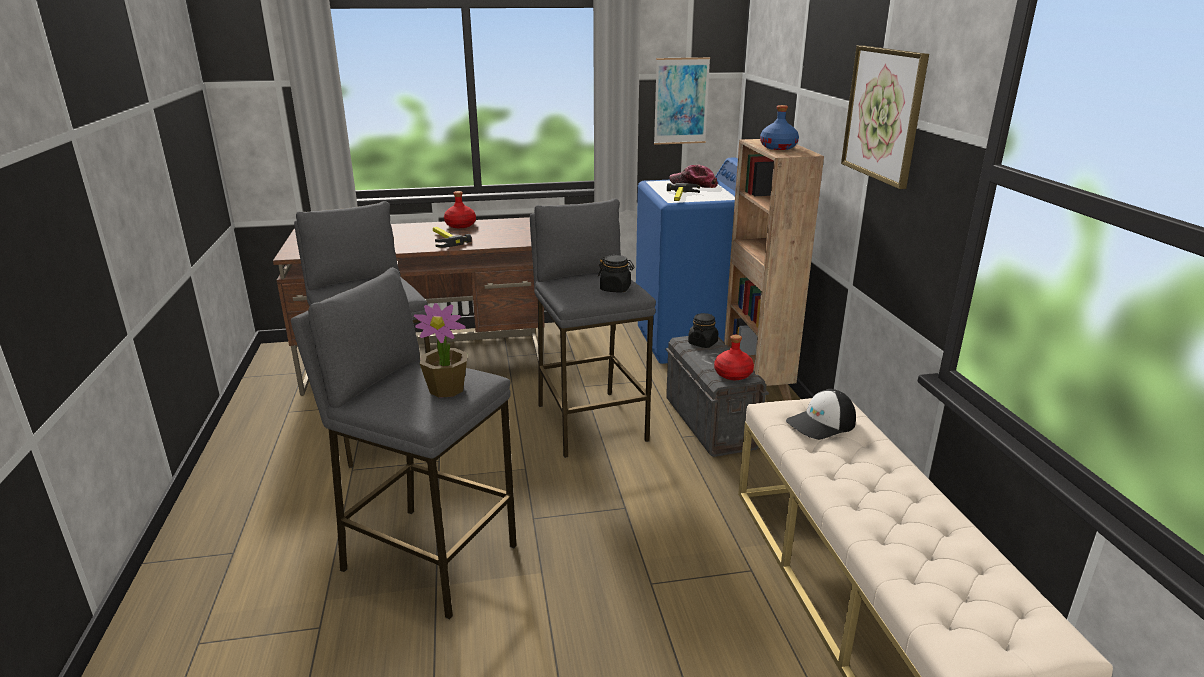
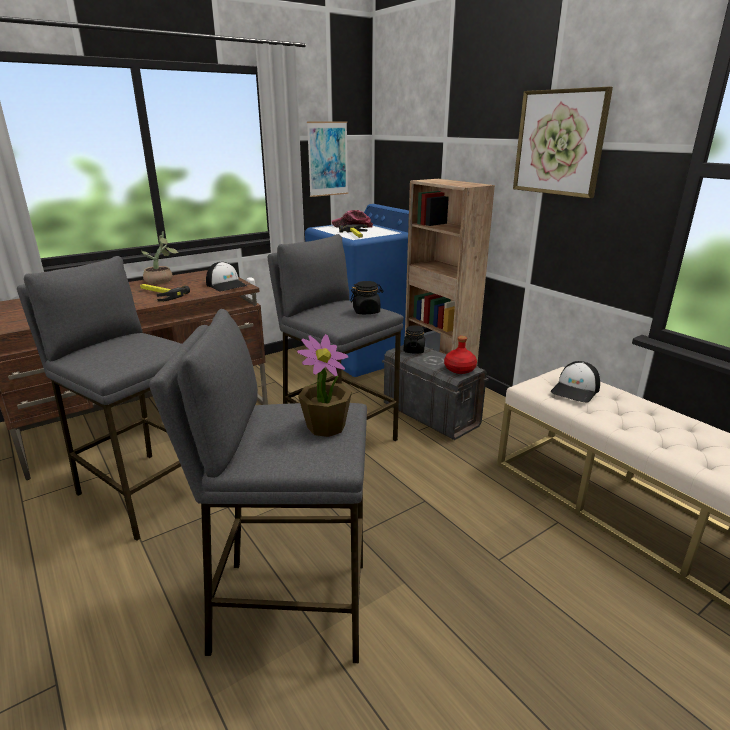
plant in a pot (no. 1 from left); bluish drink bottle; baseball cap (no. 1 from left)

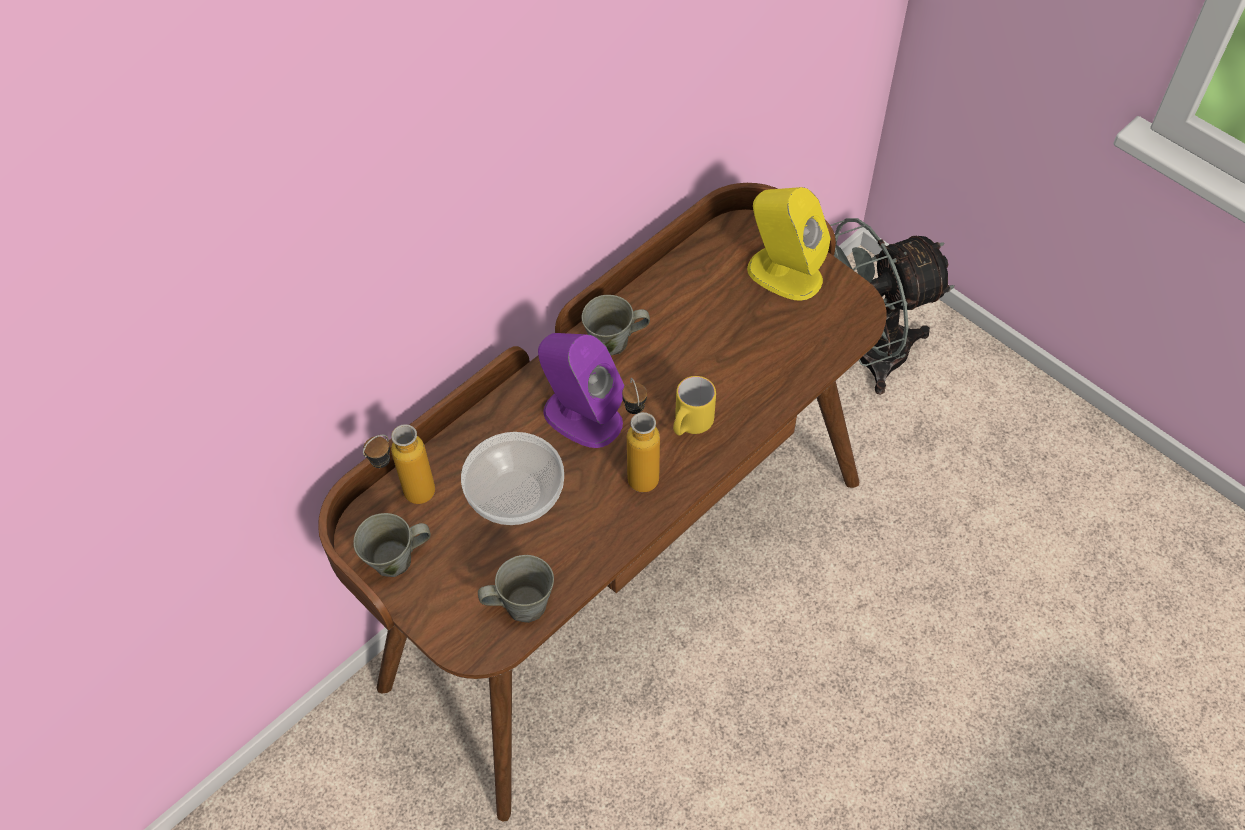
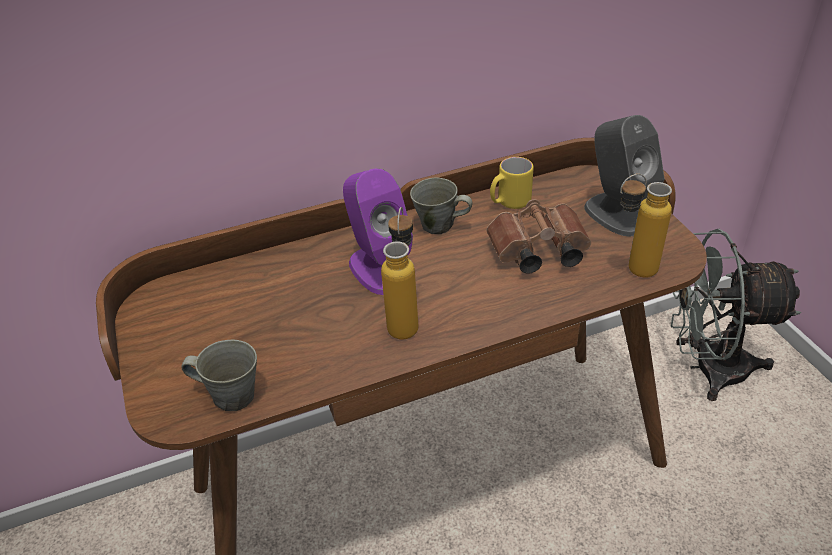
greyish coffee mug (no. 1 from left in the first image); drink bottle (no. 2 from left); serving bowl; yellowish coffee mug; greyish speaker; brownish field glasses

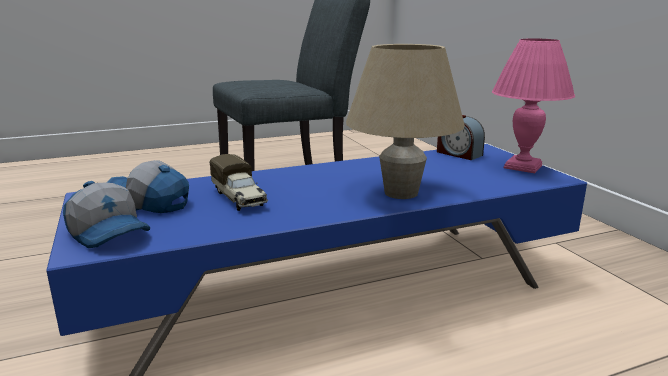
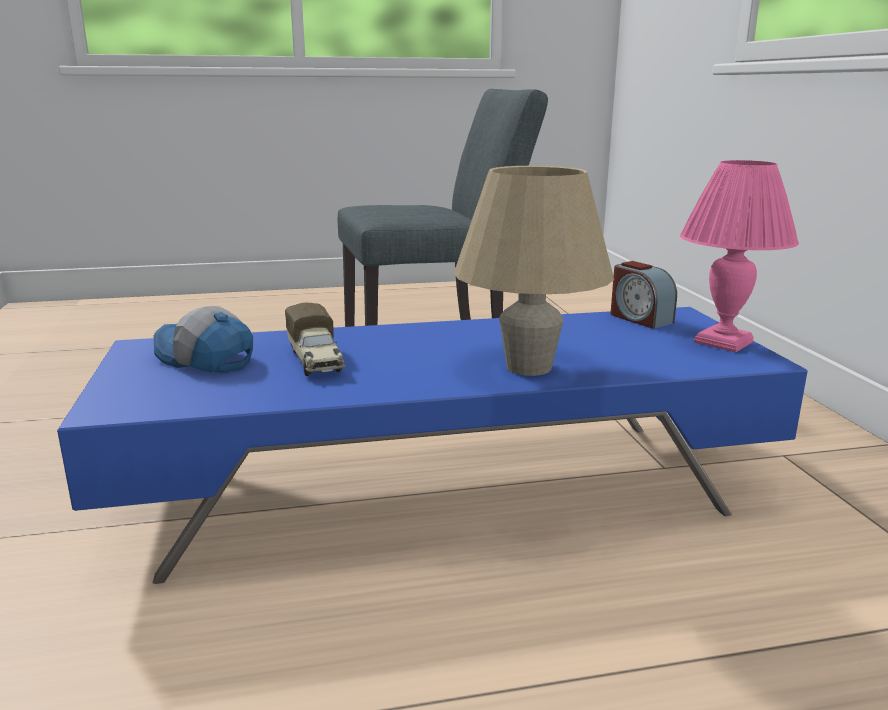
baseball cap (no. 1 from left in the first image)

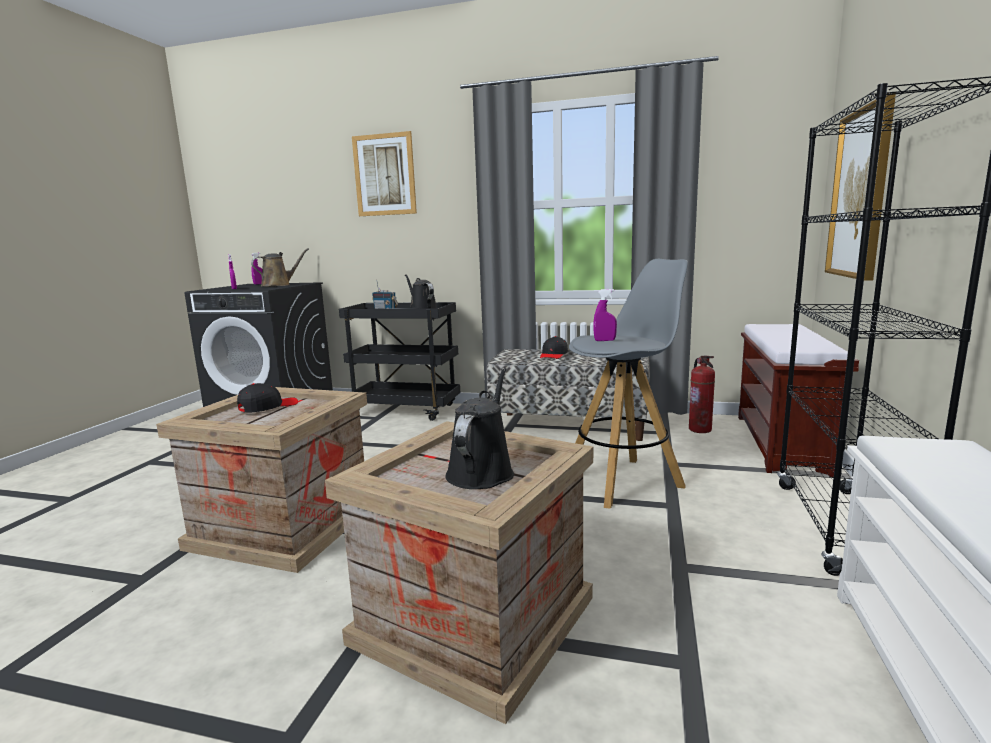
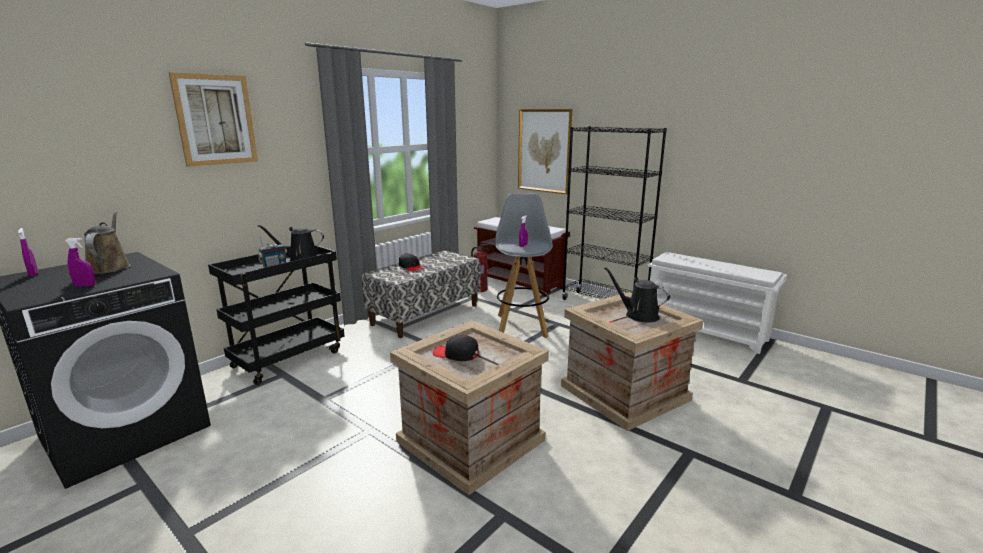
black baseball cap (no. 2 from left)

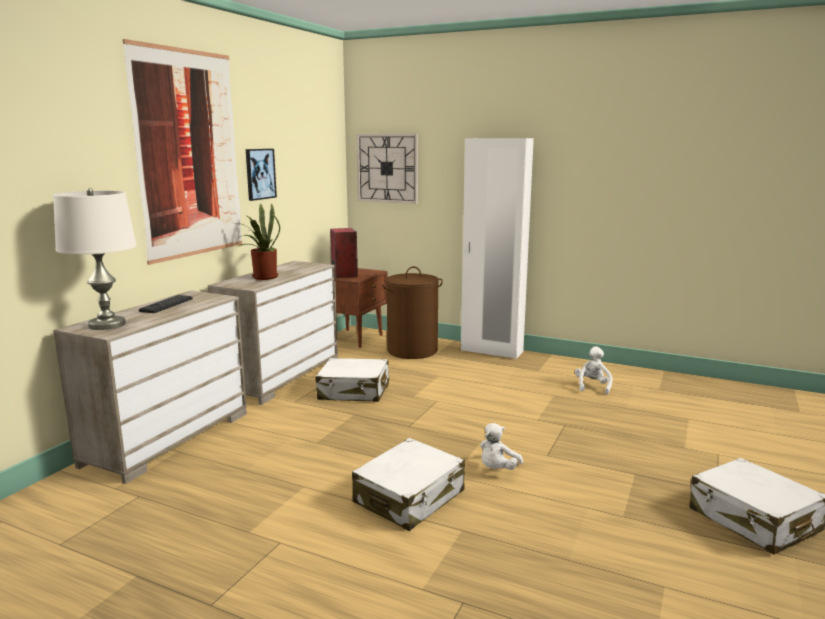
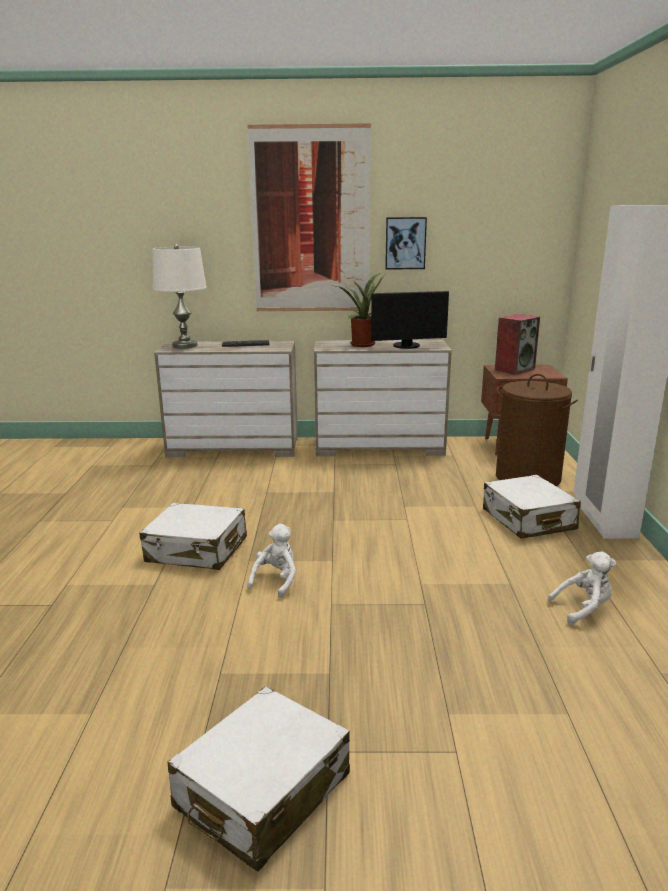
white travel case (no. 3 from left); hanging clock; white soft toy (no. 1 from left); computer display

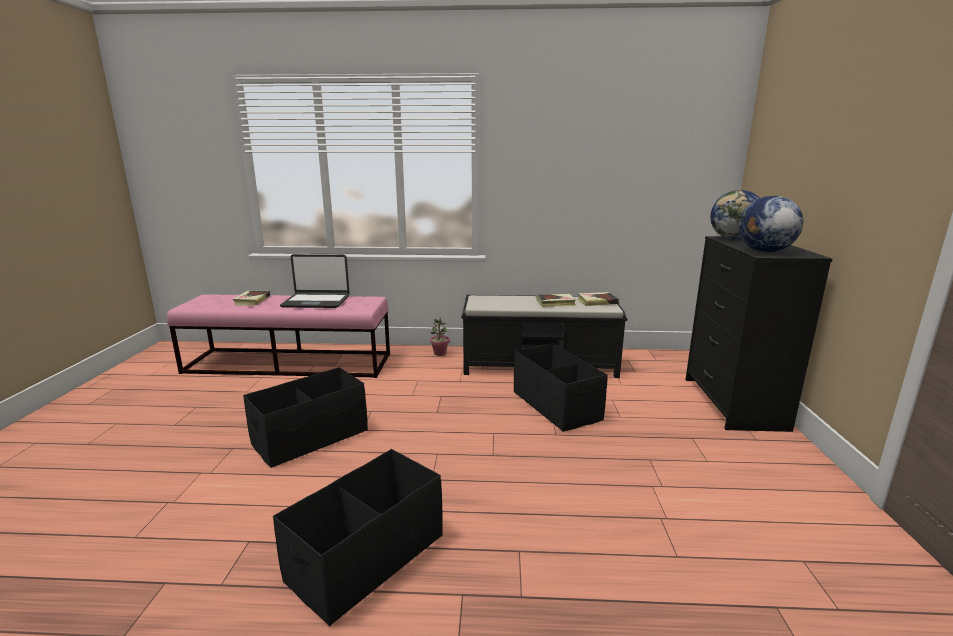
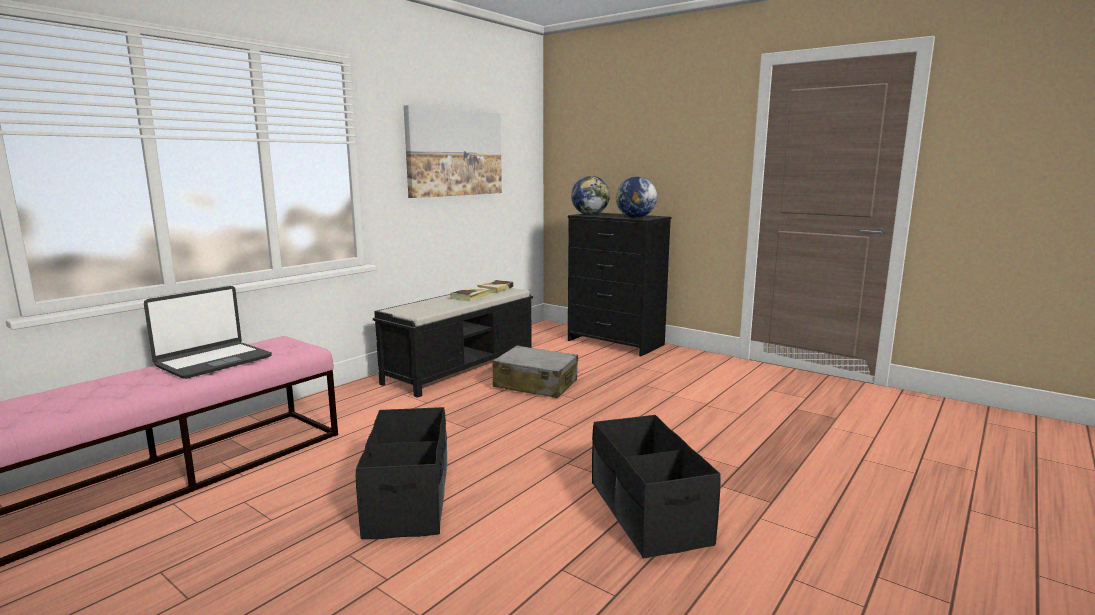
book (no. 1 from left in the first image); plant in a pot; greyish travel case; wall picture

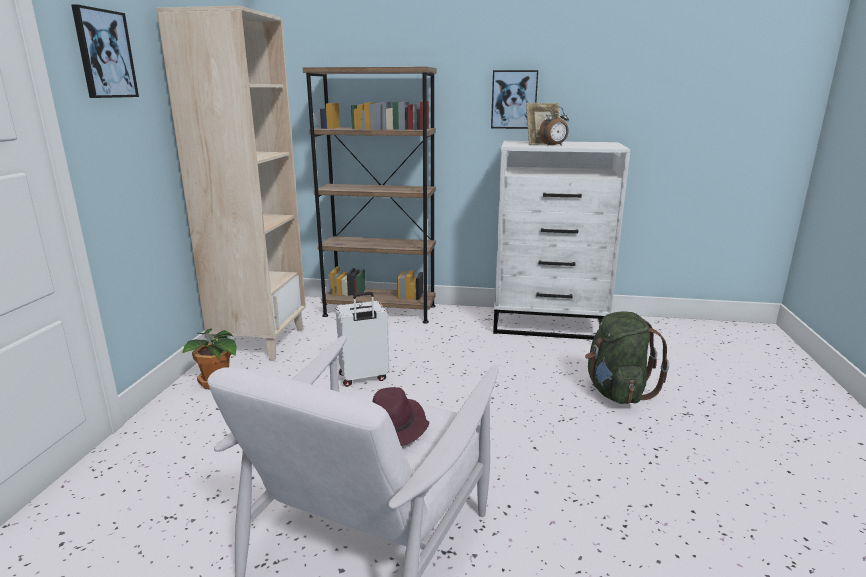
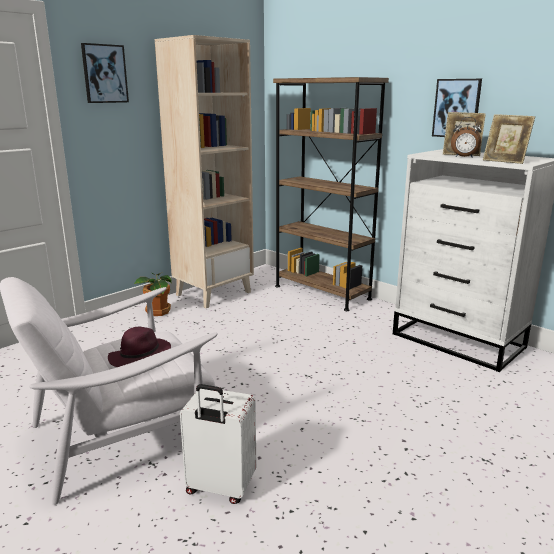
white travel case; green-coloured rucksack; photo frame (no. 2 from left)

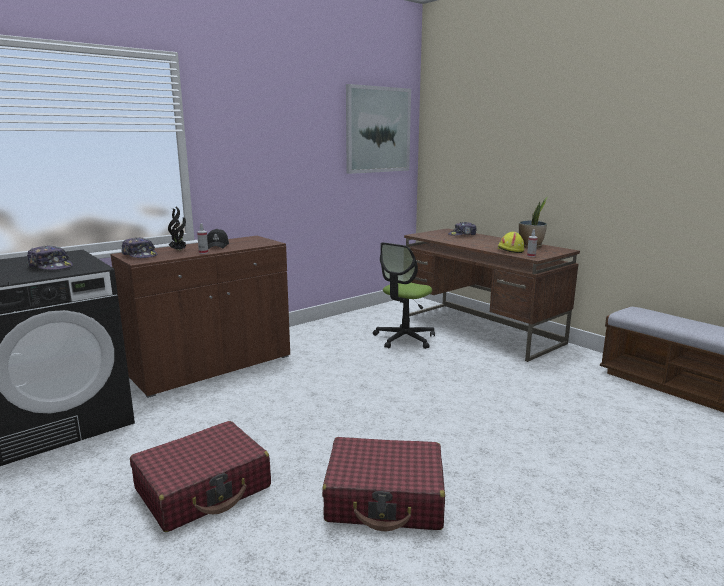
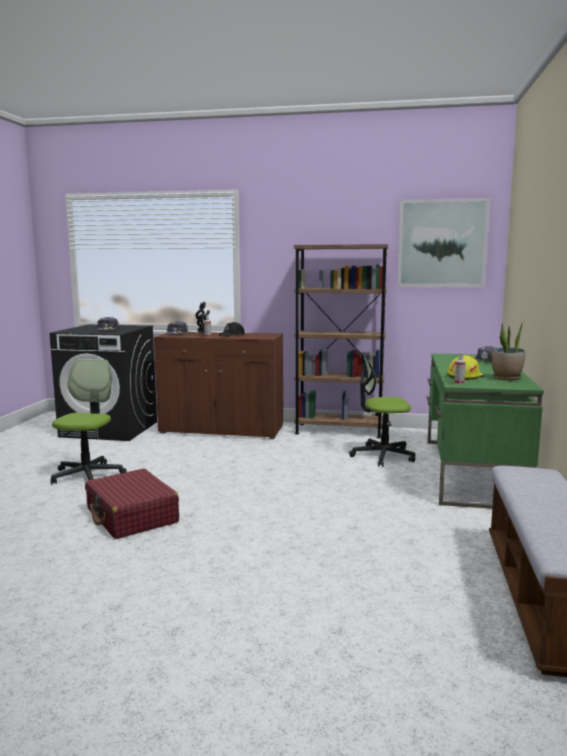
desk chair (no. 1 from left); green-coloured desk table; brownish shelving unit

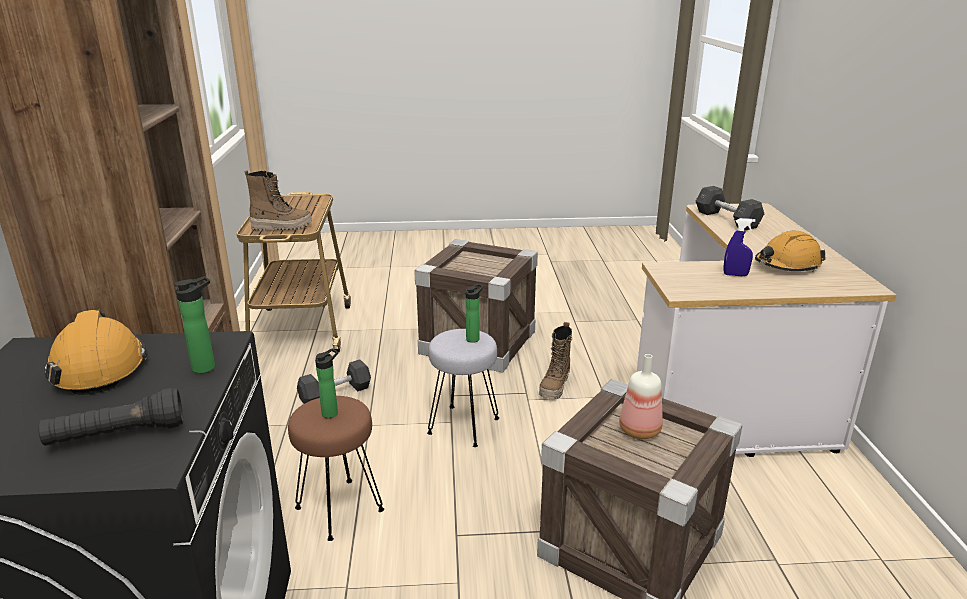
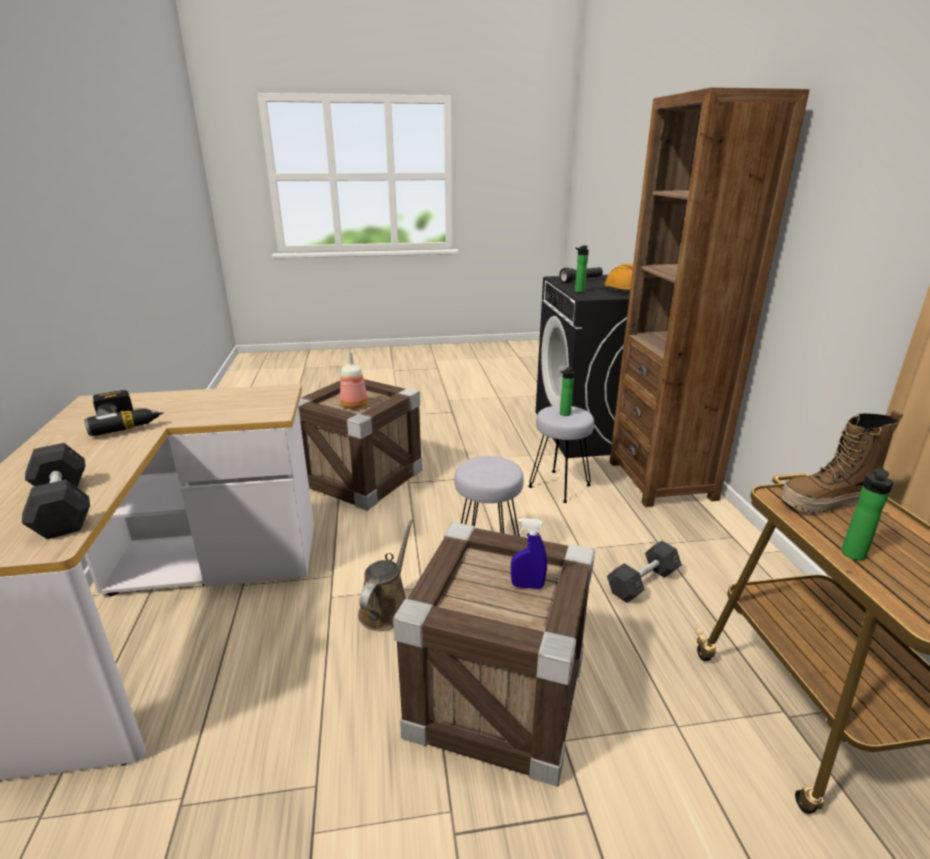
greyish stool (no. 2 from left); drink bottle (no. 4 from left); brownish sprinkling can; bluish sprayer; electric drill

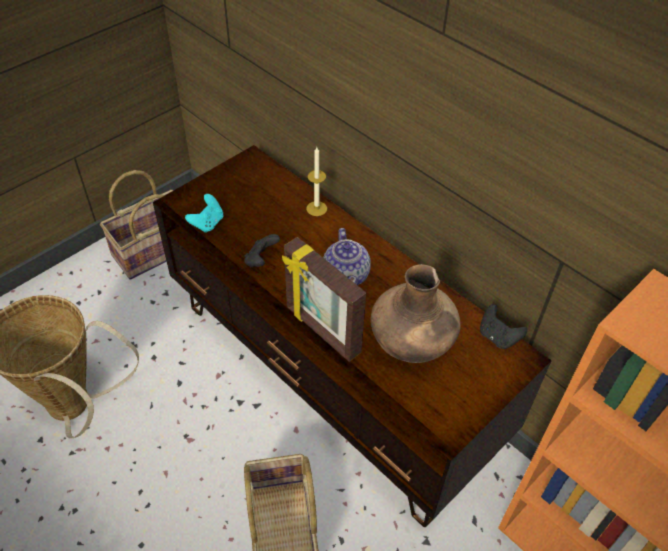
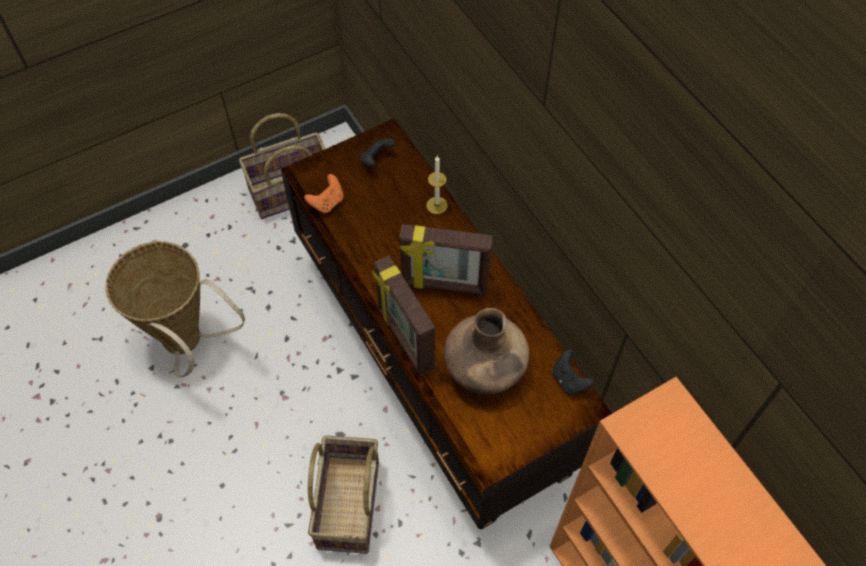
orange-coloured game controller; black game controller (no. 1 from left); photo frame (no. 2 from left)

